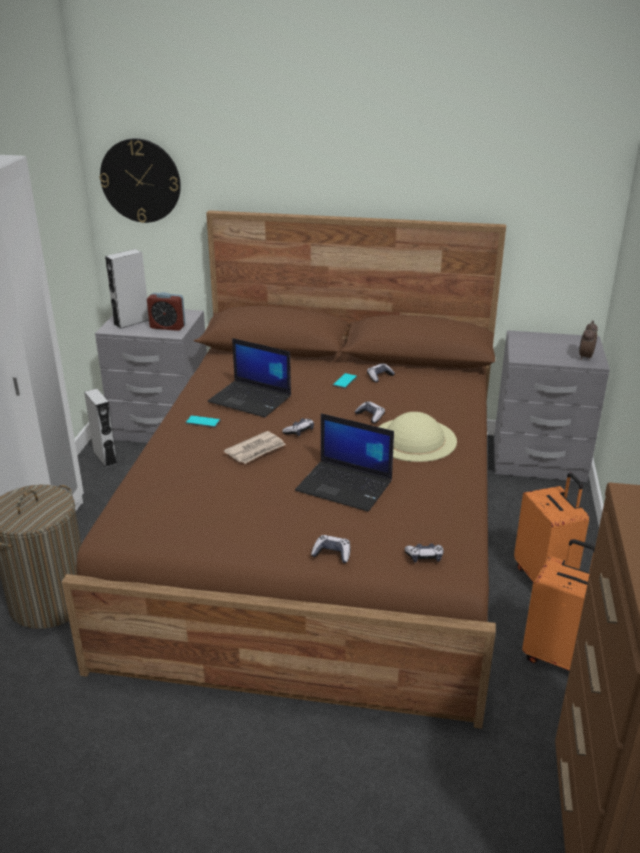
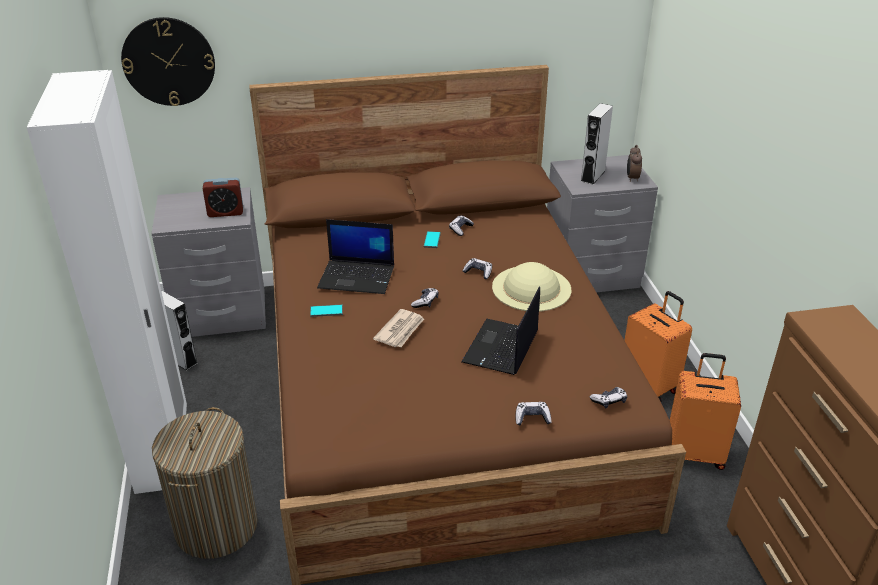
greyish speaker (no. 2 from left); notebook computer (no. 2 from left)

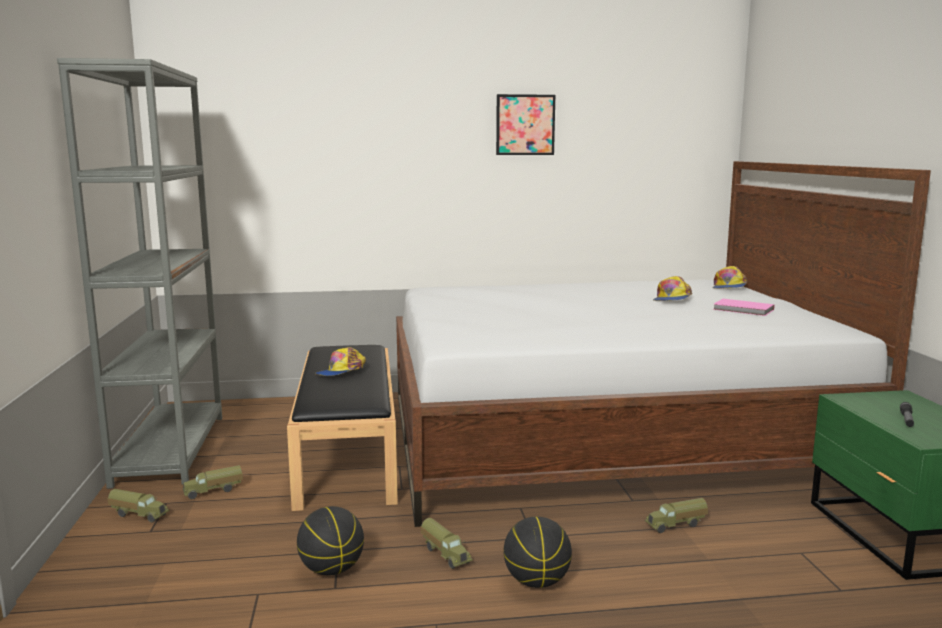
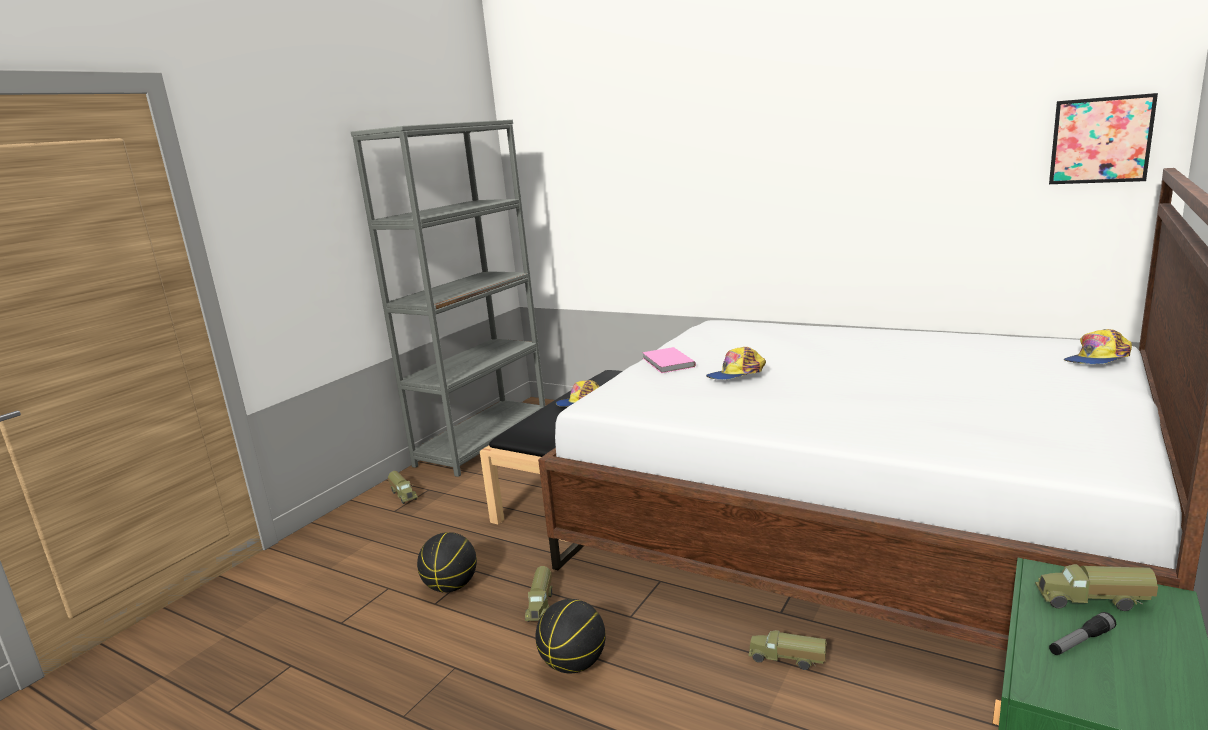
model truck (no. 4 from left); wall picture; baseball cap (no. 2 from left); pink-coloured book

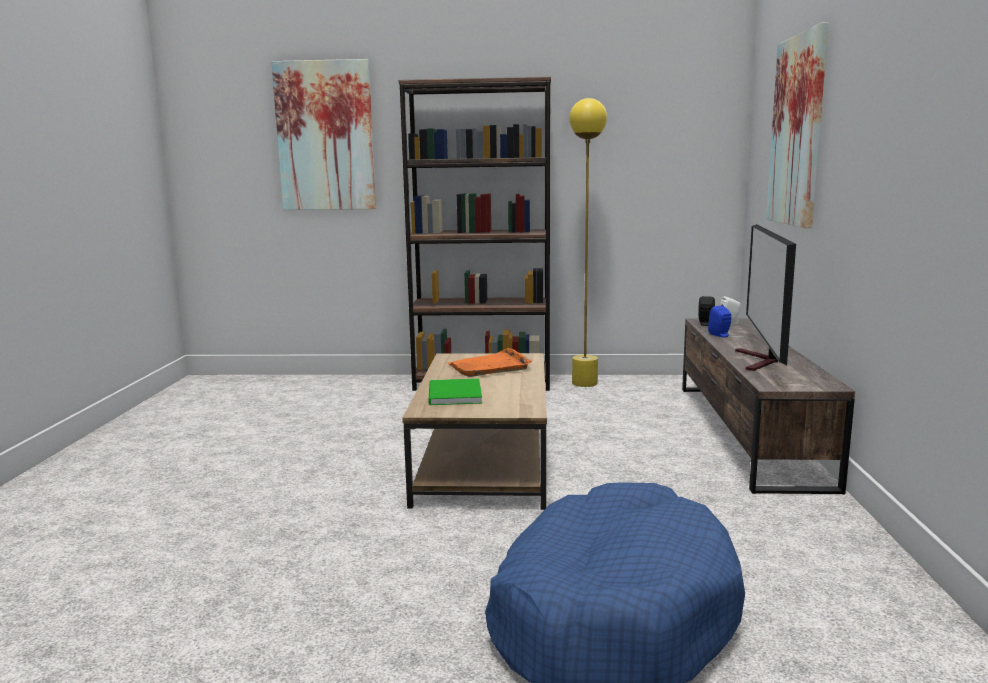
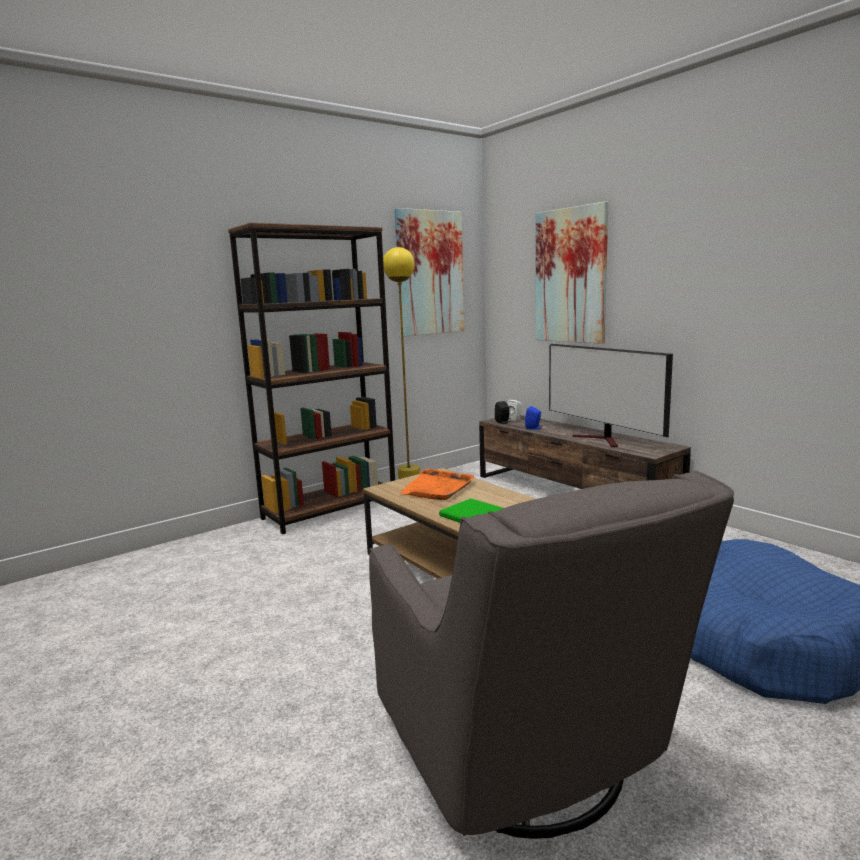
wall picture (no. 1 from left); greyish lounge chair

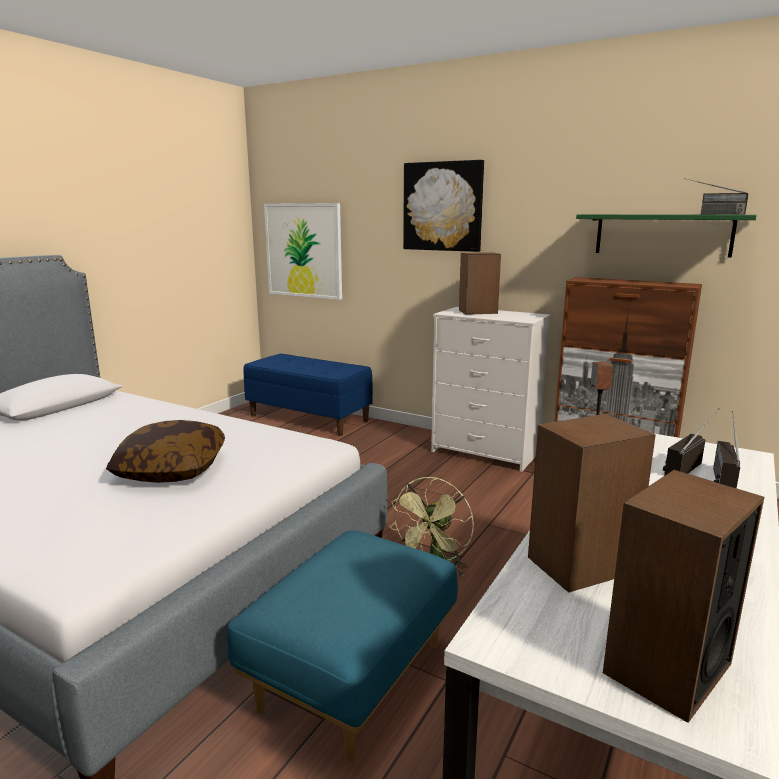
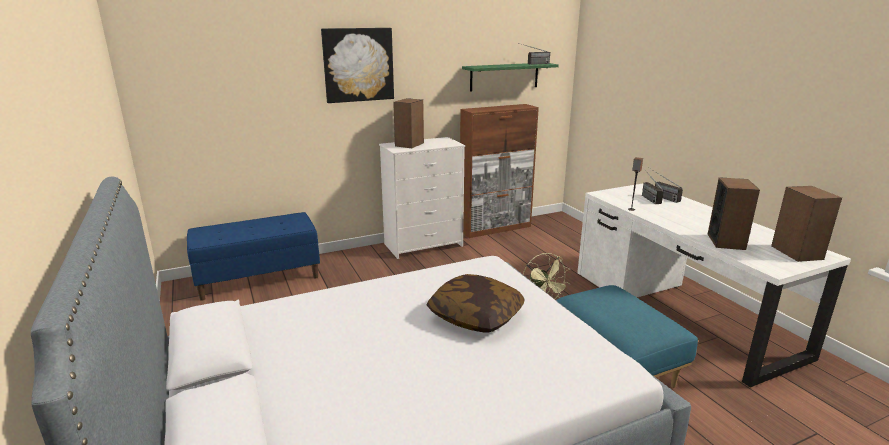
wall picture (no. 1 from left in the first image)

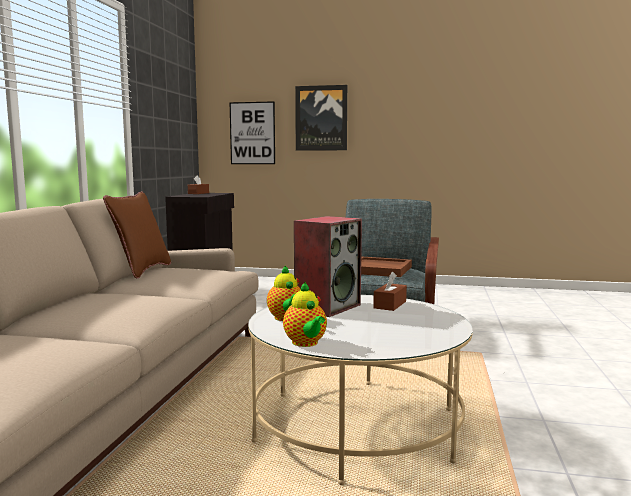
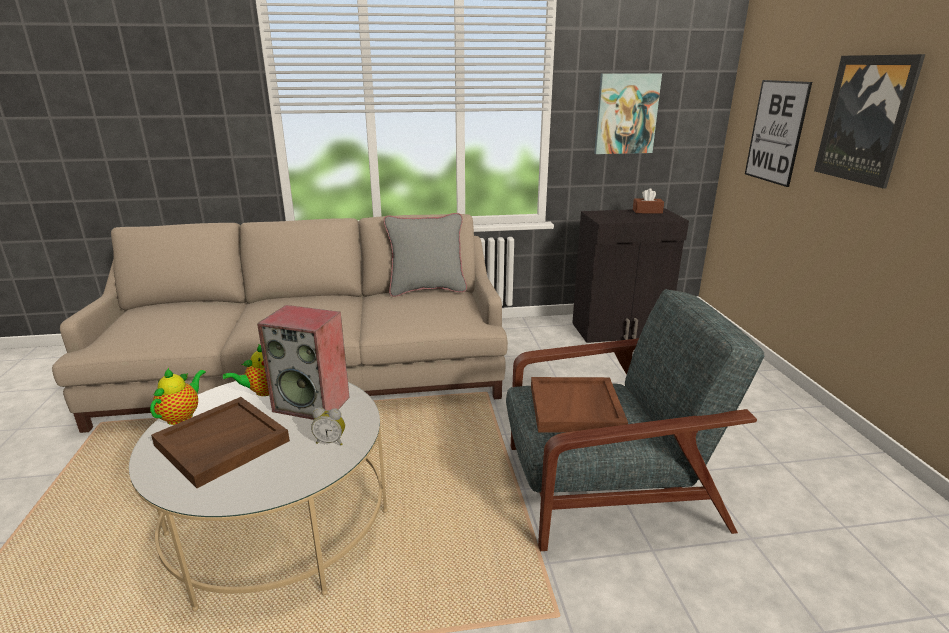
greyish pillow; teapot (no. 1 from left); table clock; brownish carrying tray (no. 1 from left); wall picture (no. 1 from left)

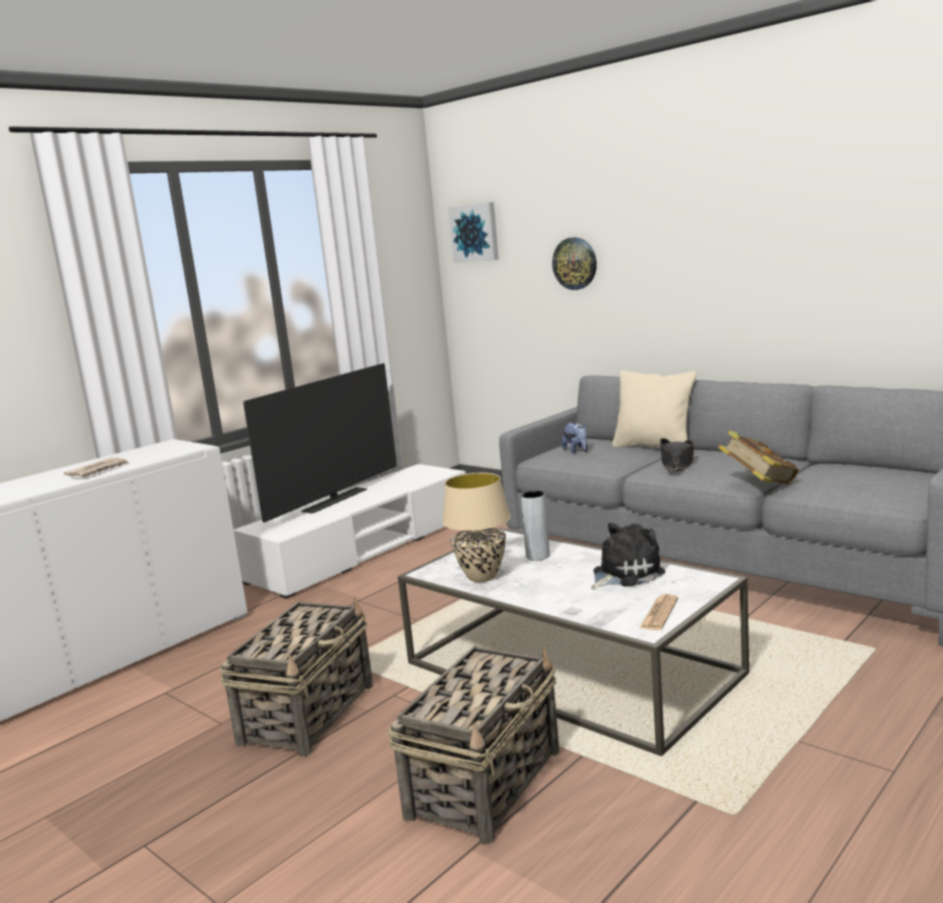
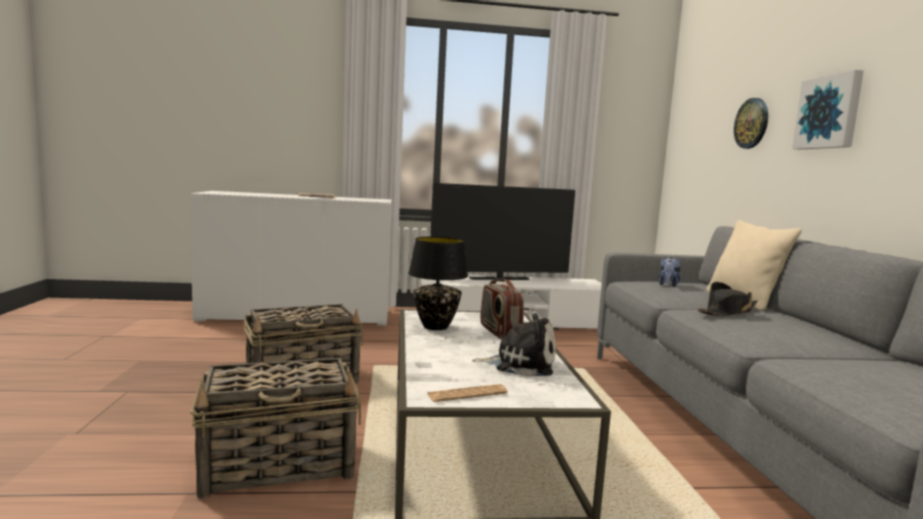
black table lamp; wall picture; radio set; book

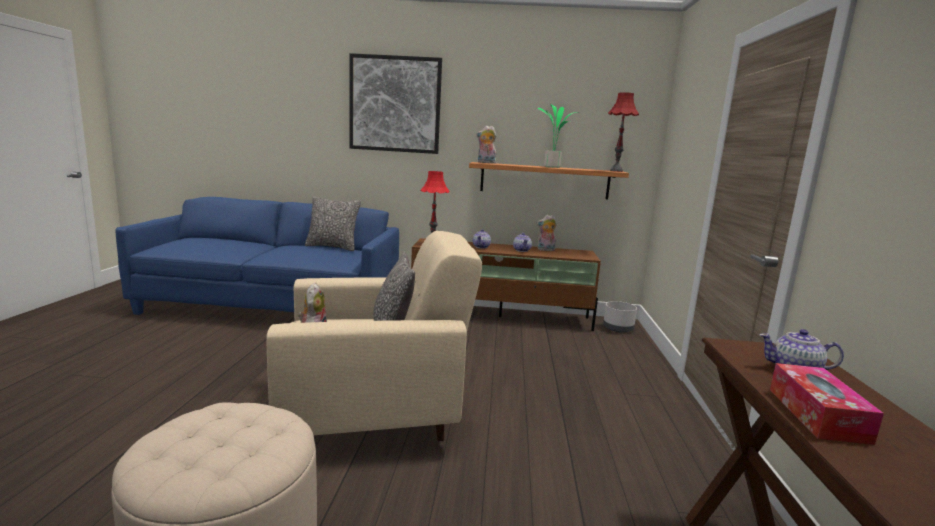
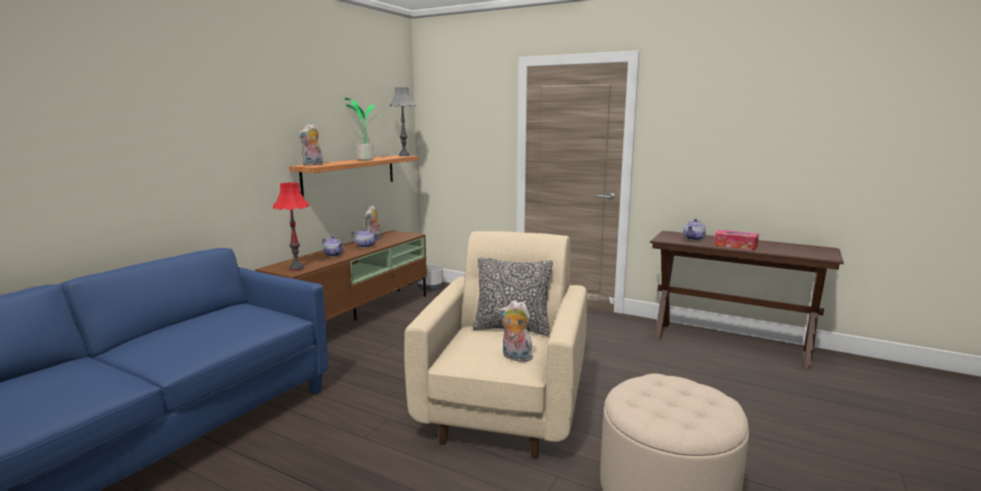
pillow (no. 1 from left in the first image); wall picture; greyish table lamp

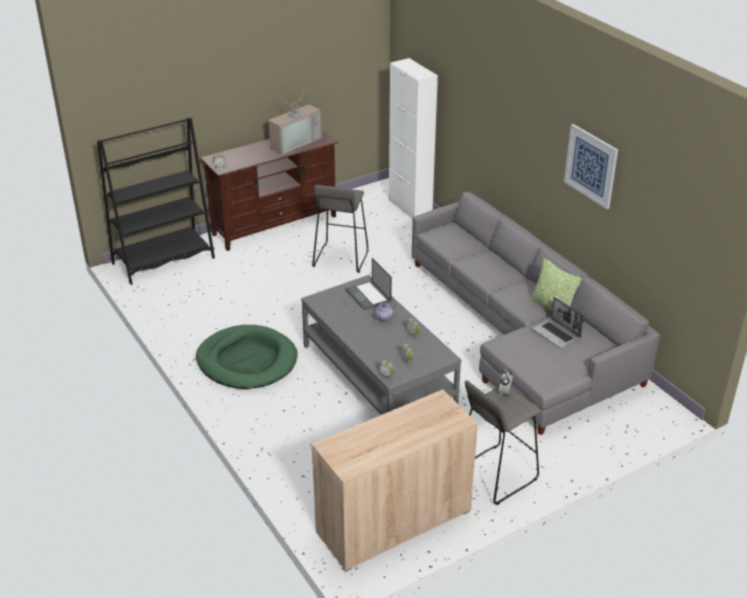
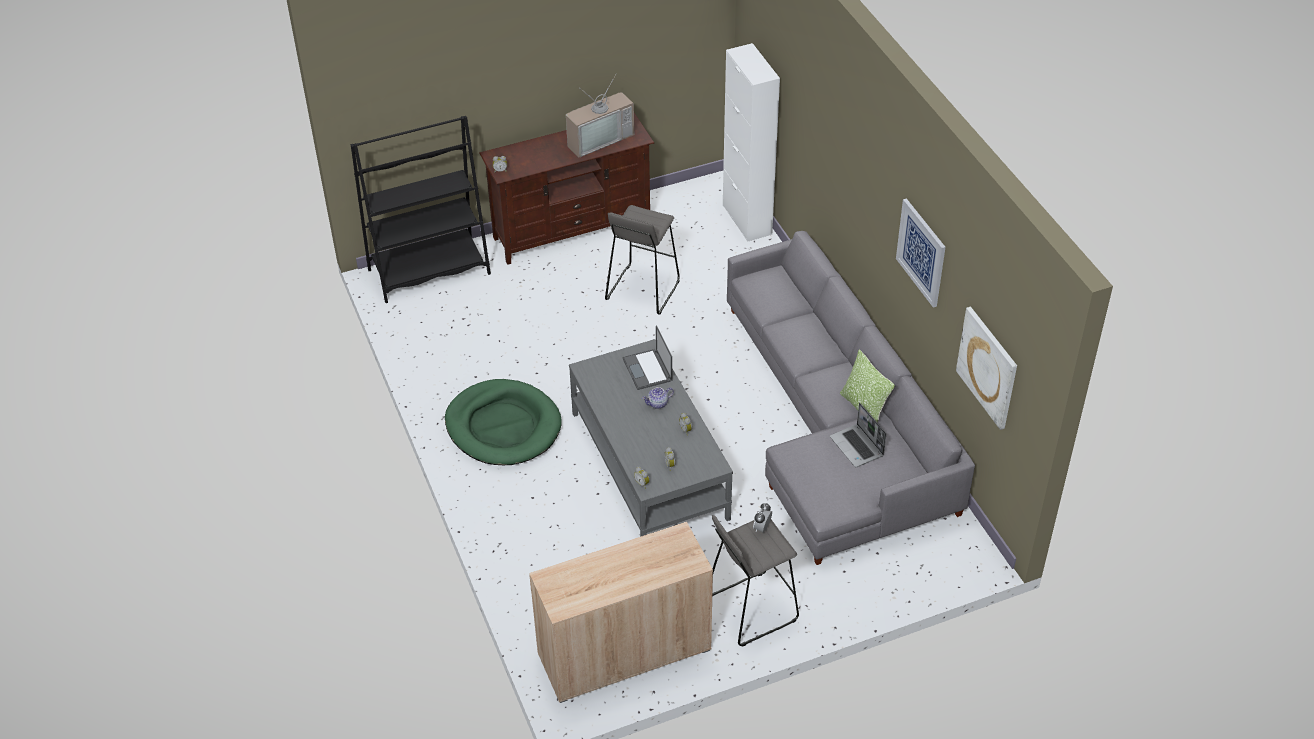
wall picture (no. 2 from left)

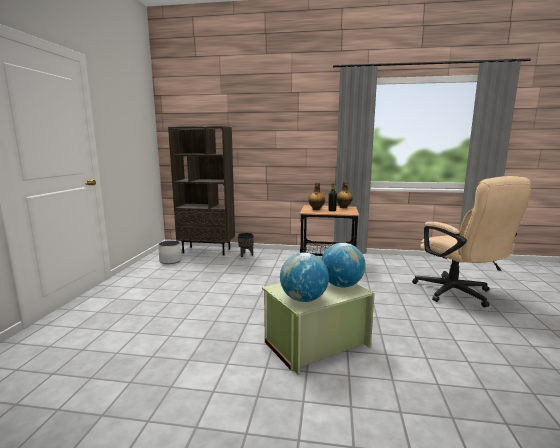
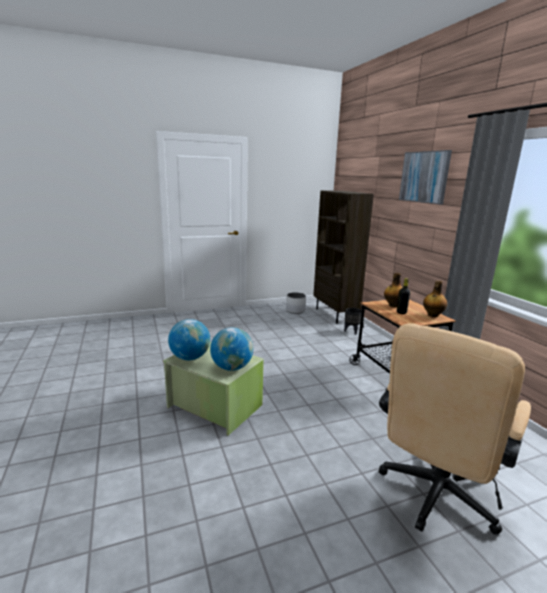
wall picture

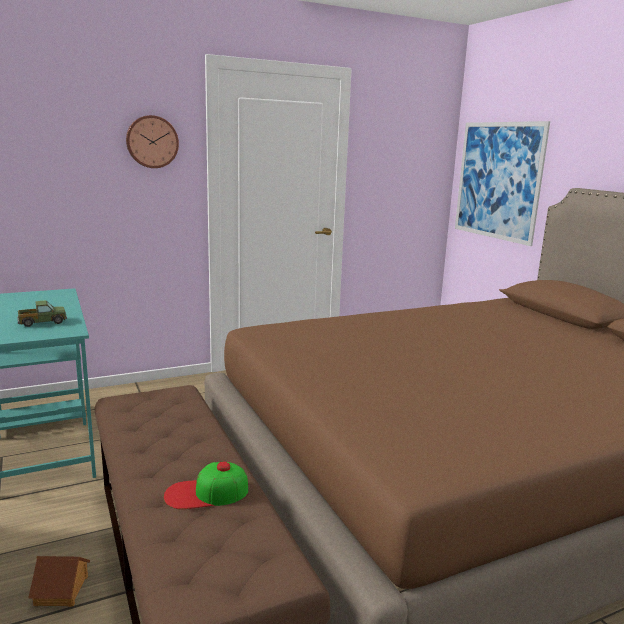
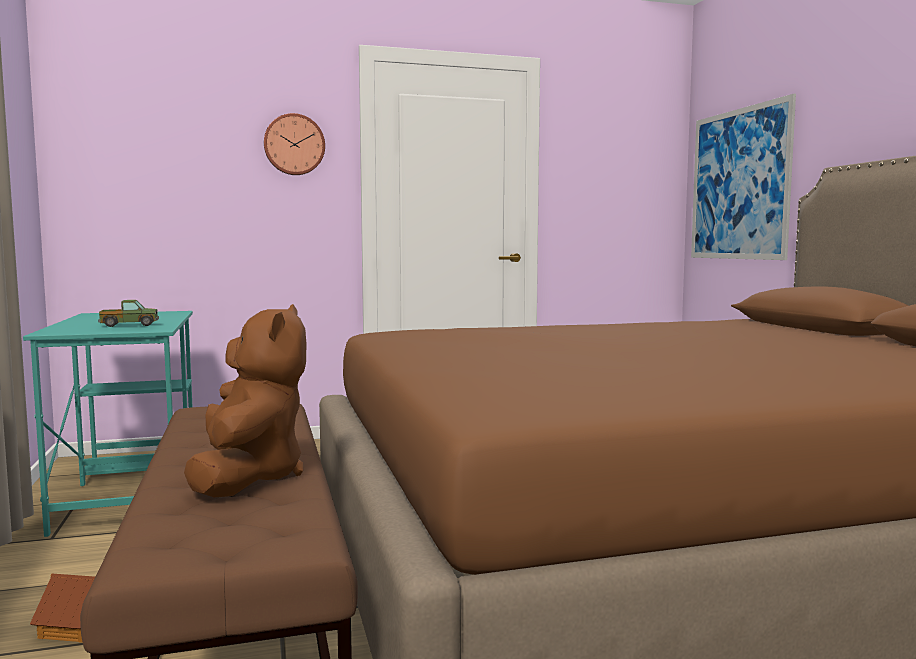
brownish soft toy

